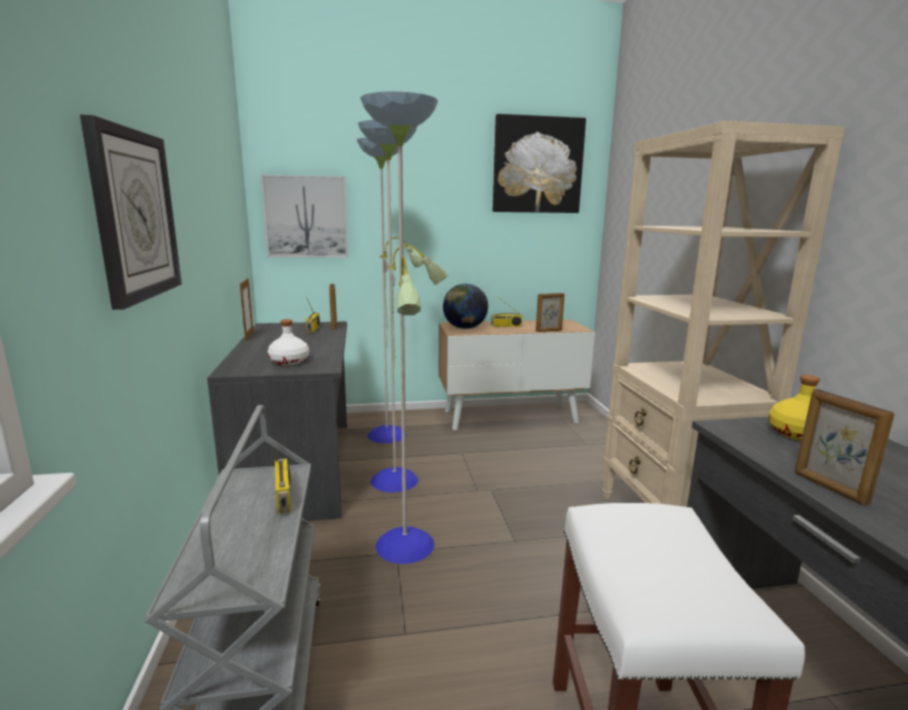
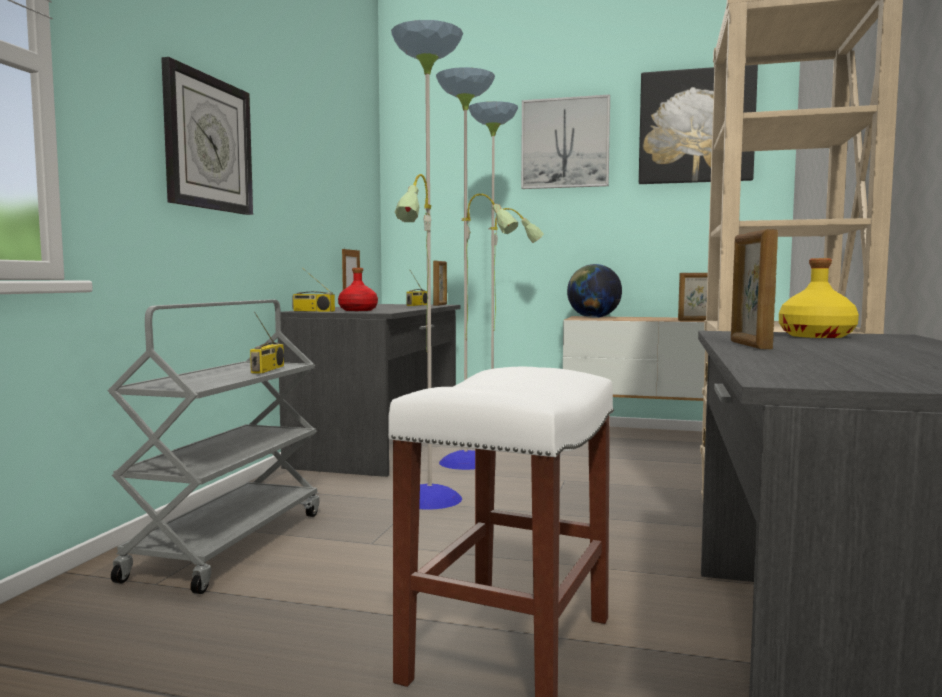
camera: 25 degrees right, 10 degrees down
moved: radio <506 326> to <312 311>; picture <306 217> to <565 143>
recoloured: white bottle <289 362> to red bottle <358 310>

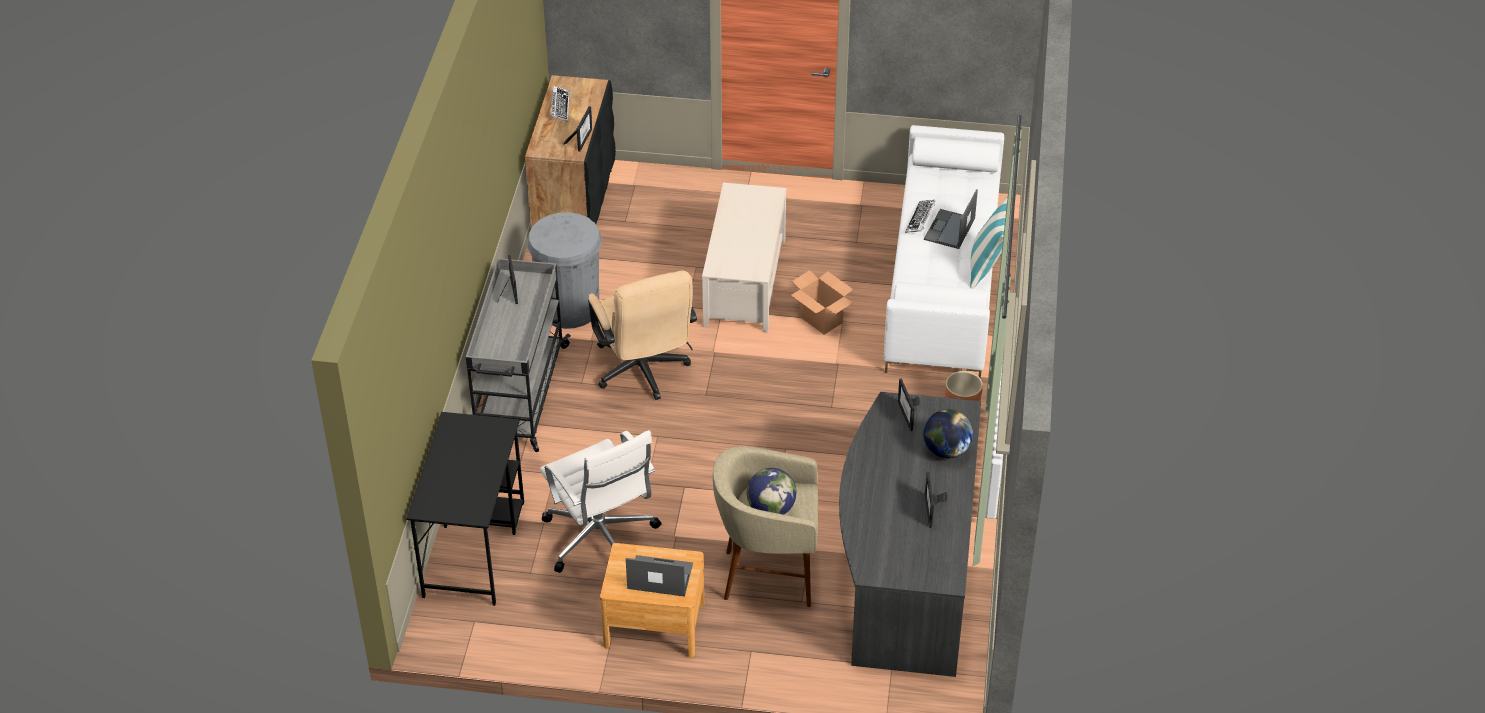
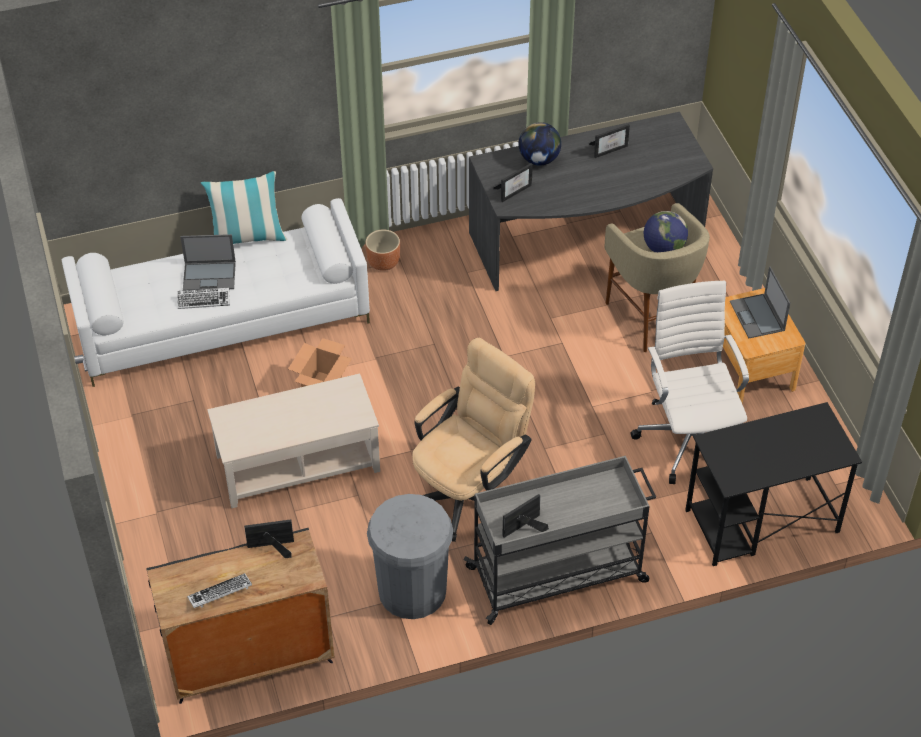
camera: 115 degrees left, 5 degrees up
turned: white office chair <601 540> = <689 437> 45 degrees counterclockwise

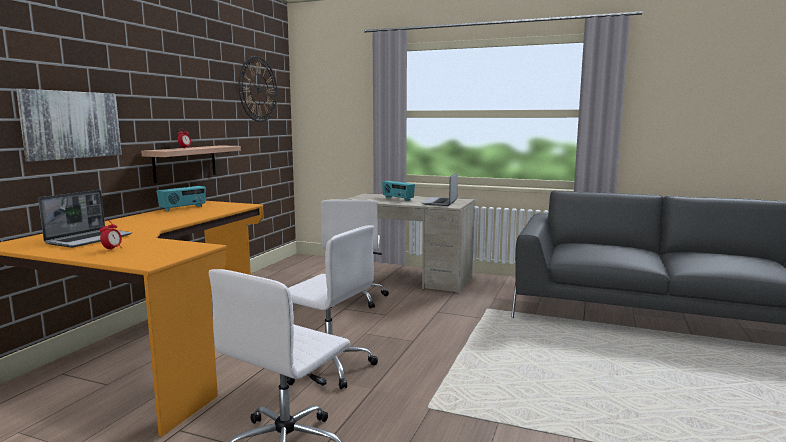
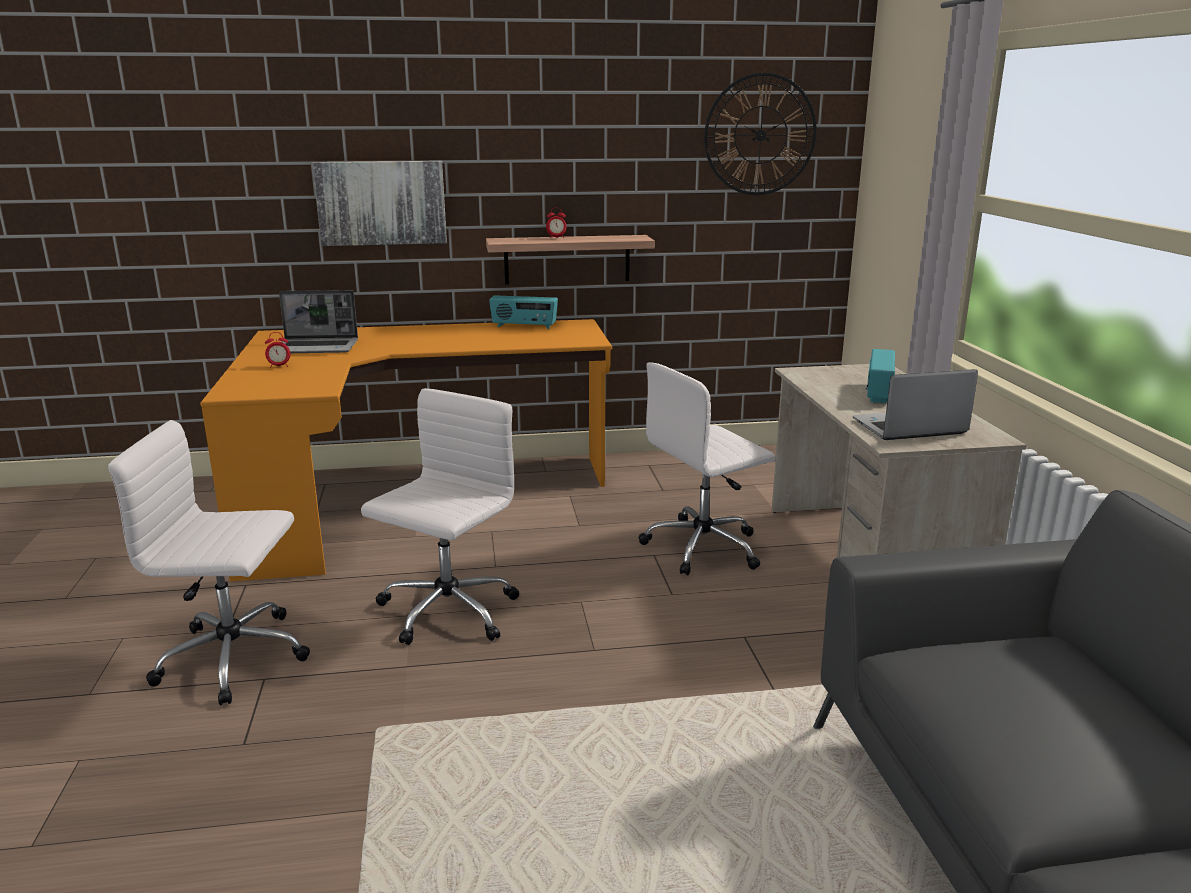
camera: 60 degrees right, 10 degrees up
turned: white office chair <328 367> = <446 612> 150 degrees counterclockwise

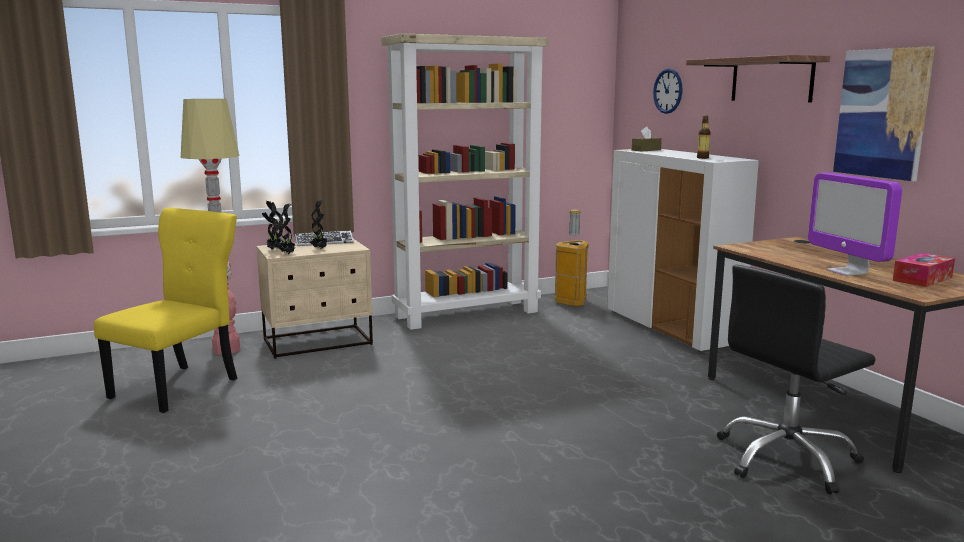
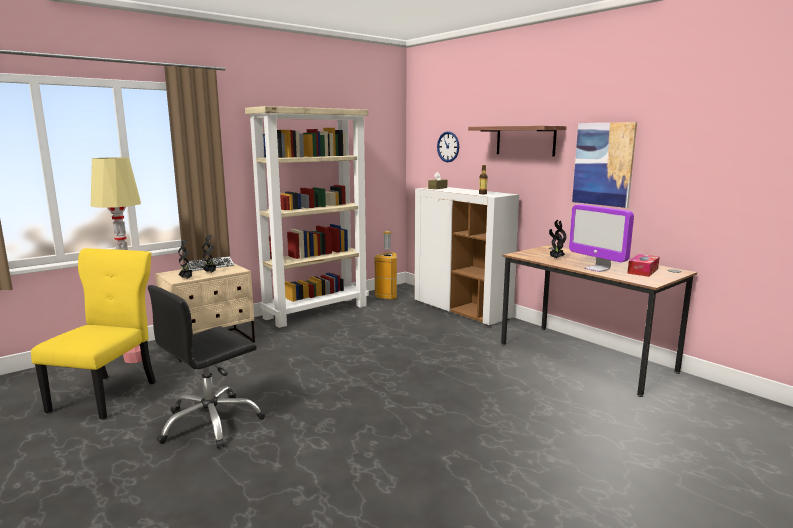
camera: 15 degrees left, 0 degrees up
moved: black office chair <787 459> to <211 423>; potted plant <274 249> to <556 258>

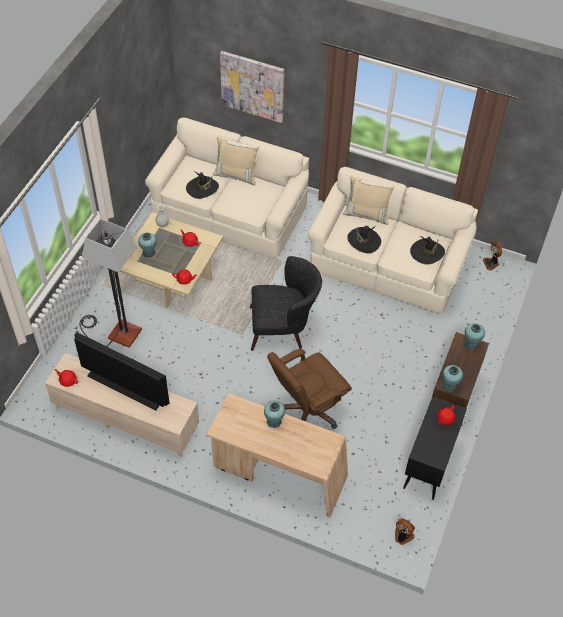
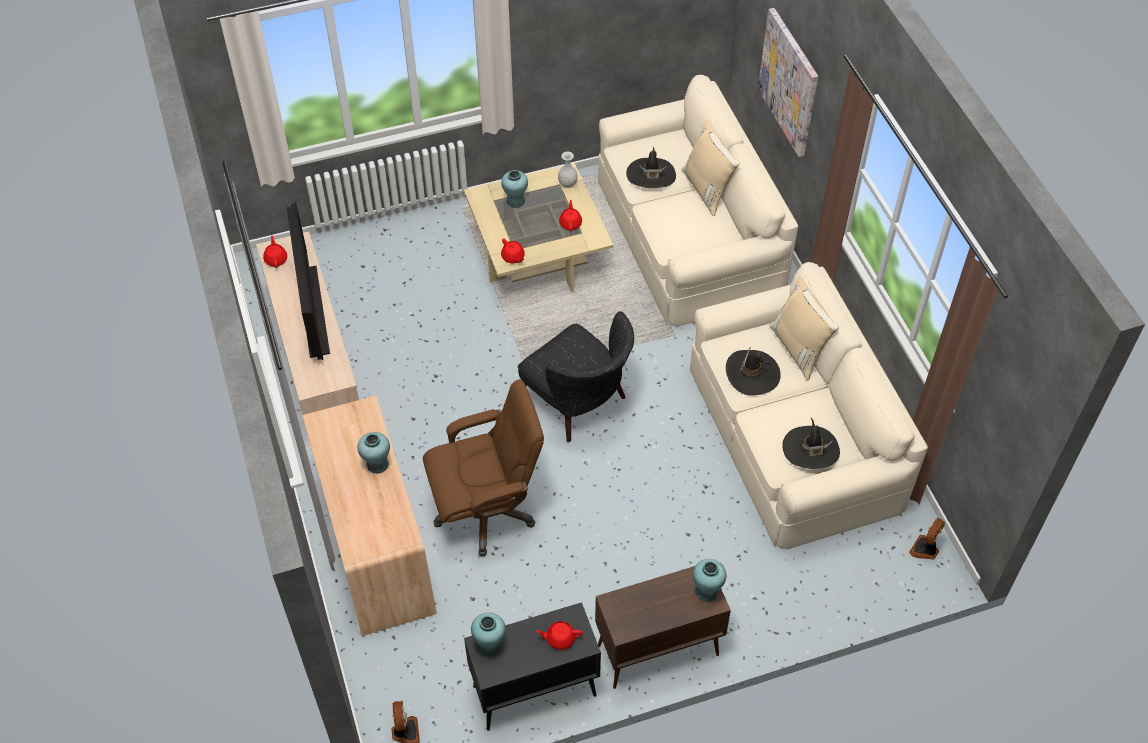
camera: 50 degrees right, 0 degrees up
removed: floor lamp <115 333>
moved: turquoise vase <449 386> to <489 645>
turned: brown office chair <307 411> = <486 511> 150 degrees clockwise

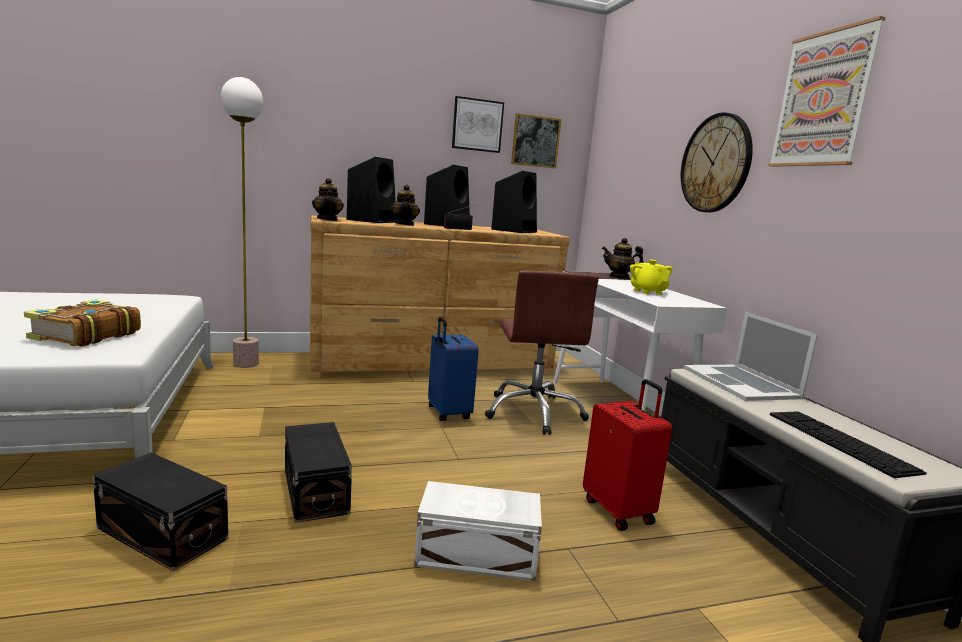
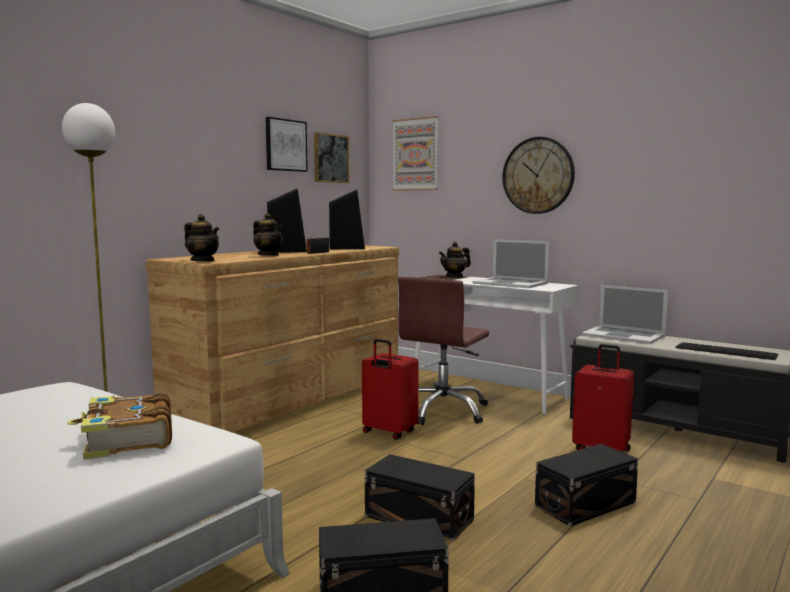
camera: 35 degrees left, 5 degrees down
removed: black speaker <372 221>
moved: picture <823 99> to <415 154>
replaced: yellow teapot <647 291> to laptop <510 283>
recoloured: blue suitcase <447 413> to red suitcase <388 432>; white storage box <478 555> to black storage box <587 504>
turned: brown office chair <534 412> = <443 411> 75 degrees clockwise

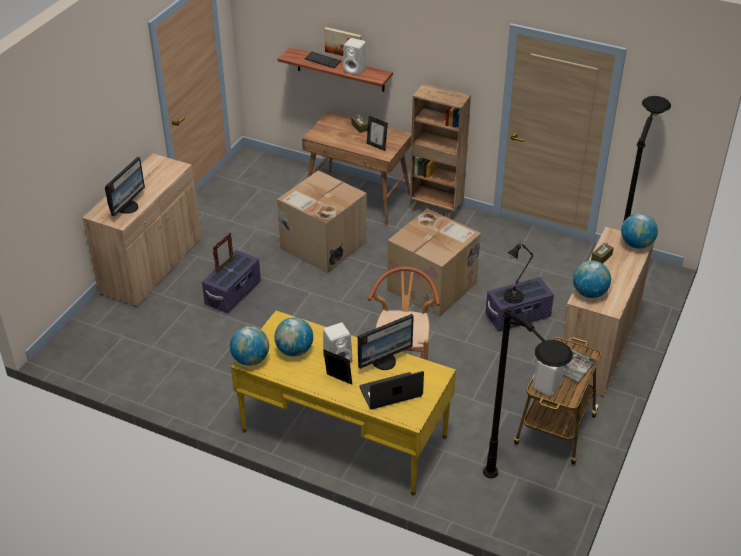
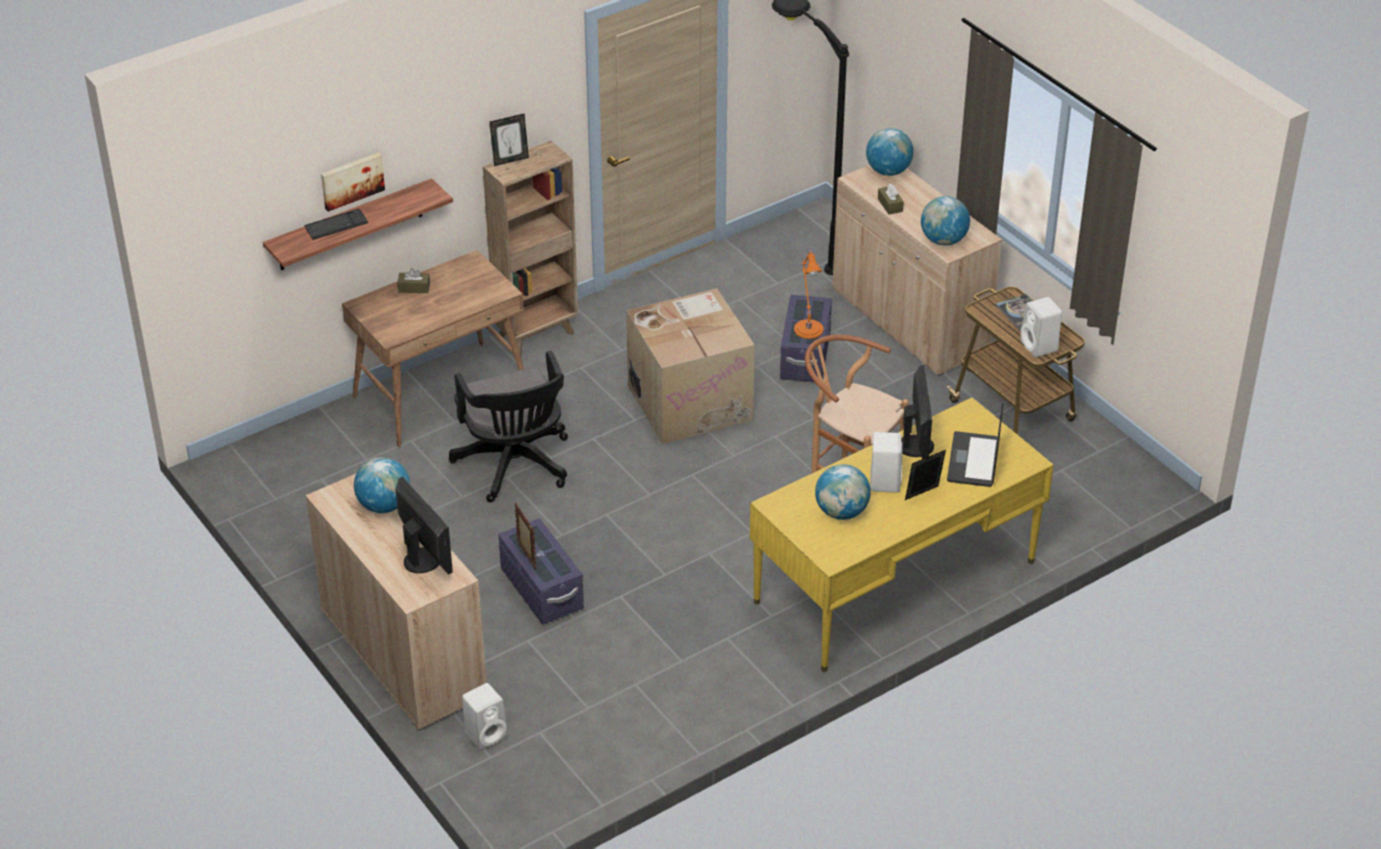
camera: 60 degrees left, 0 degrees up
removed: black floor lamp <517 507>
moved: globe <251 359> to <384 505>; white speaker <355 70> to <486 734>; picture frame <376 146> to <510 160>
replaced: cardboard box <322 245> to black office chair <515 467>
recoloured: black table lamp <515 295> to orange table lamp <808 328>

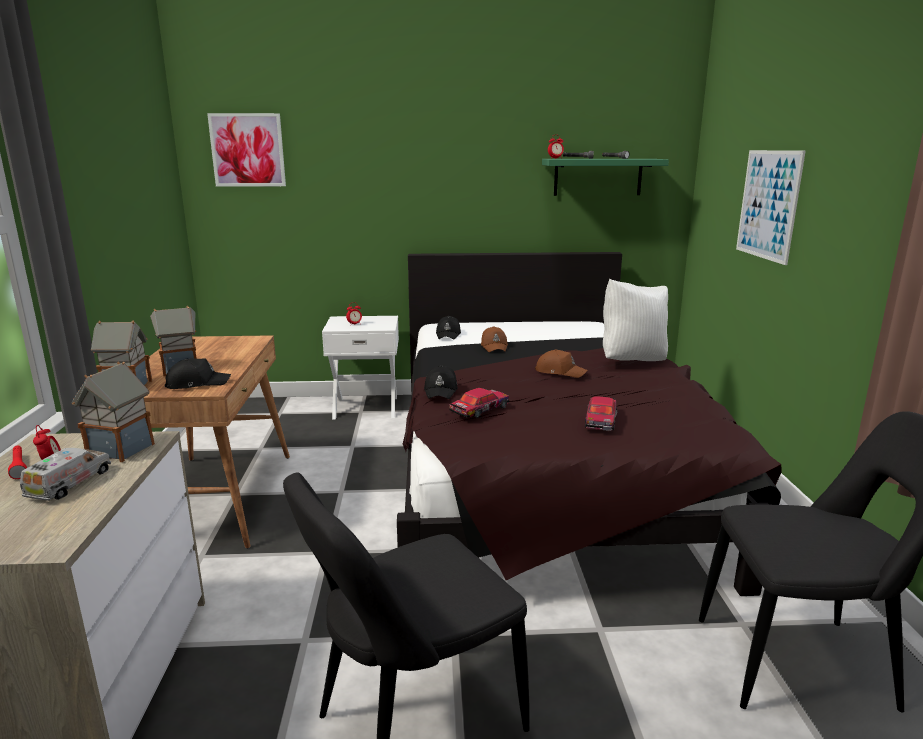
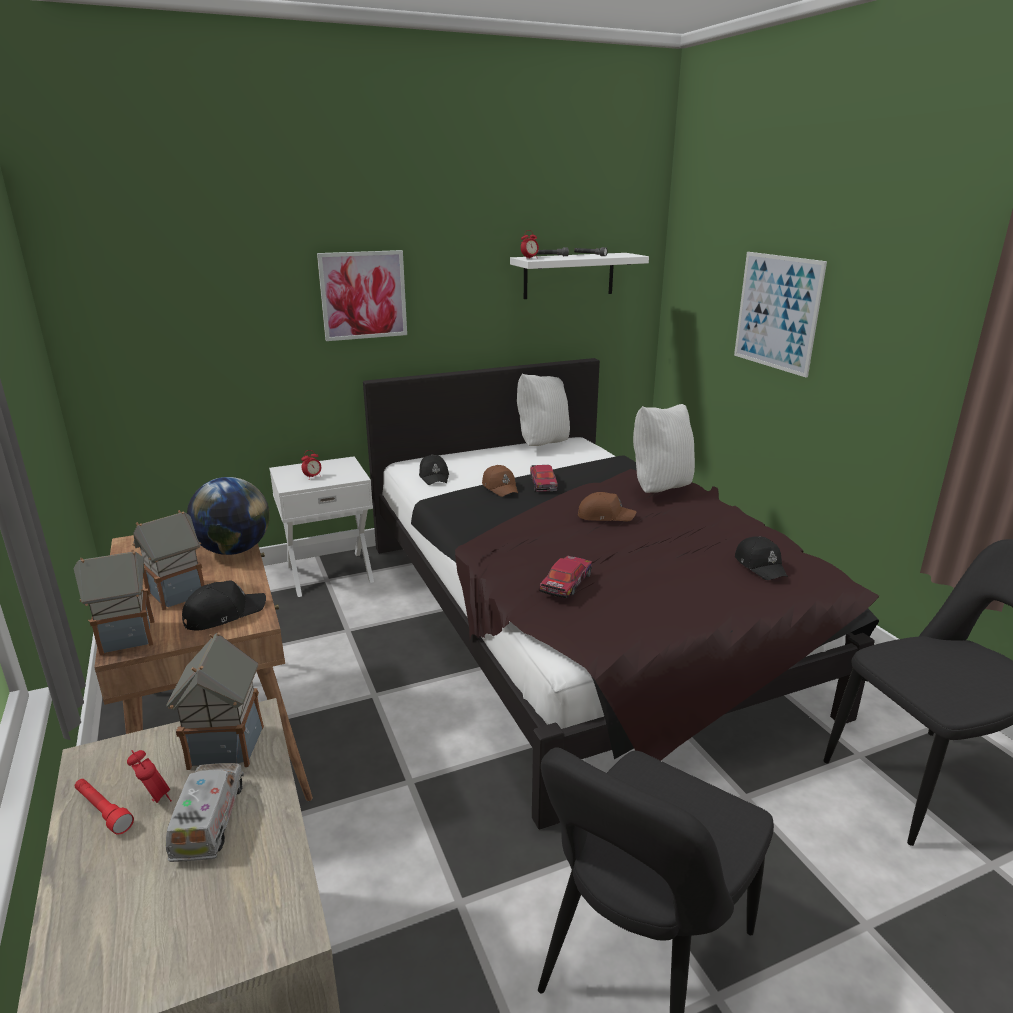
camera: 20 degrees left, 5 degrees up
added: globe <234 550>; white pillow <542 444>
moved: picture <247 150> to <363 295>; toy car <601 420> to <543 483>; black cap <441 390> to <760 565>
recoloured: green shelf <598 177> to white shelf <569 275>

